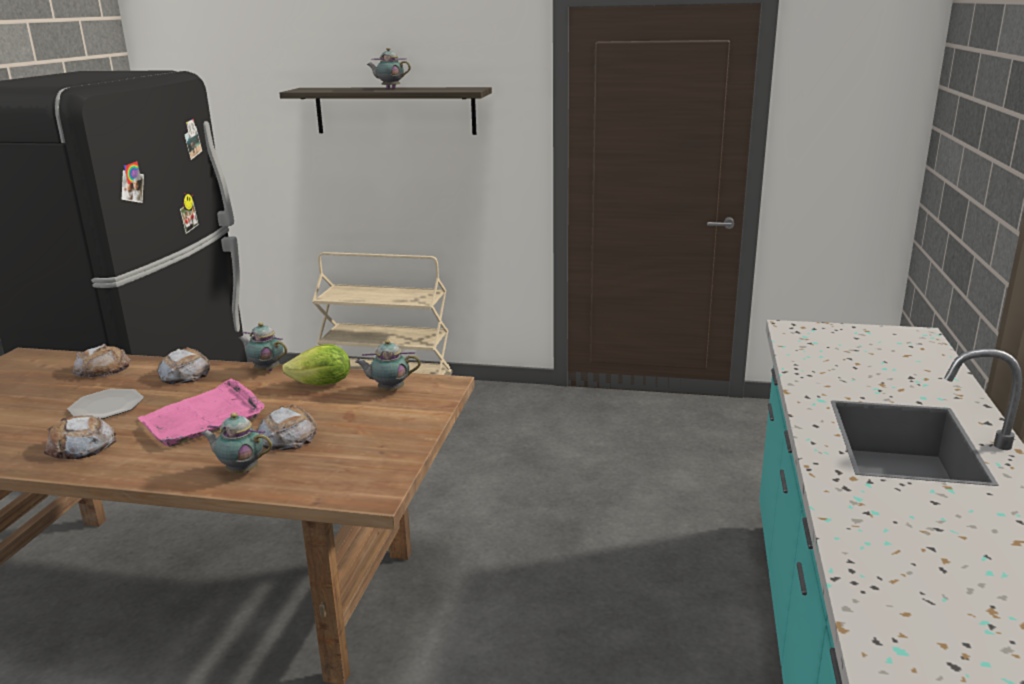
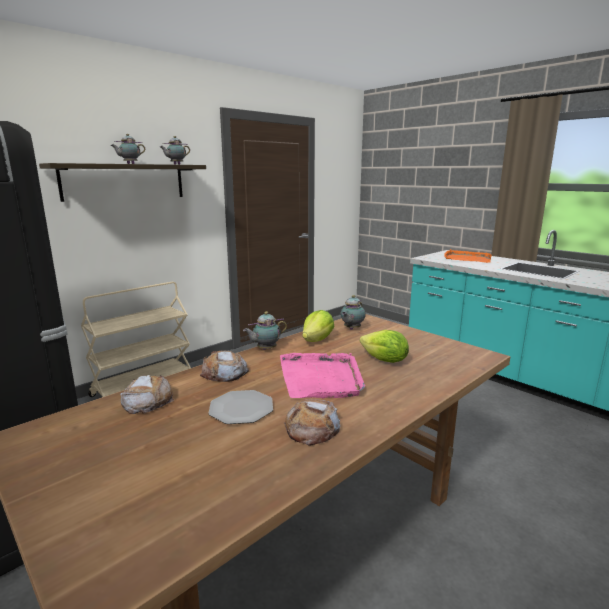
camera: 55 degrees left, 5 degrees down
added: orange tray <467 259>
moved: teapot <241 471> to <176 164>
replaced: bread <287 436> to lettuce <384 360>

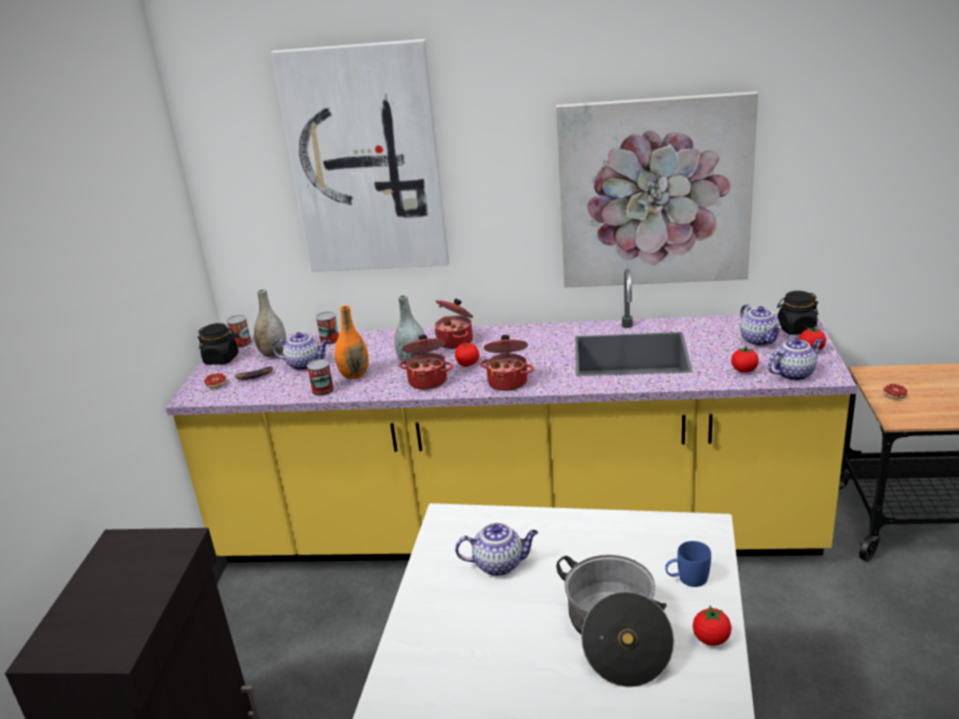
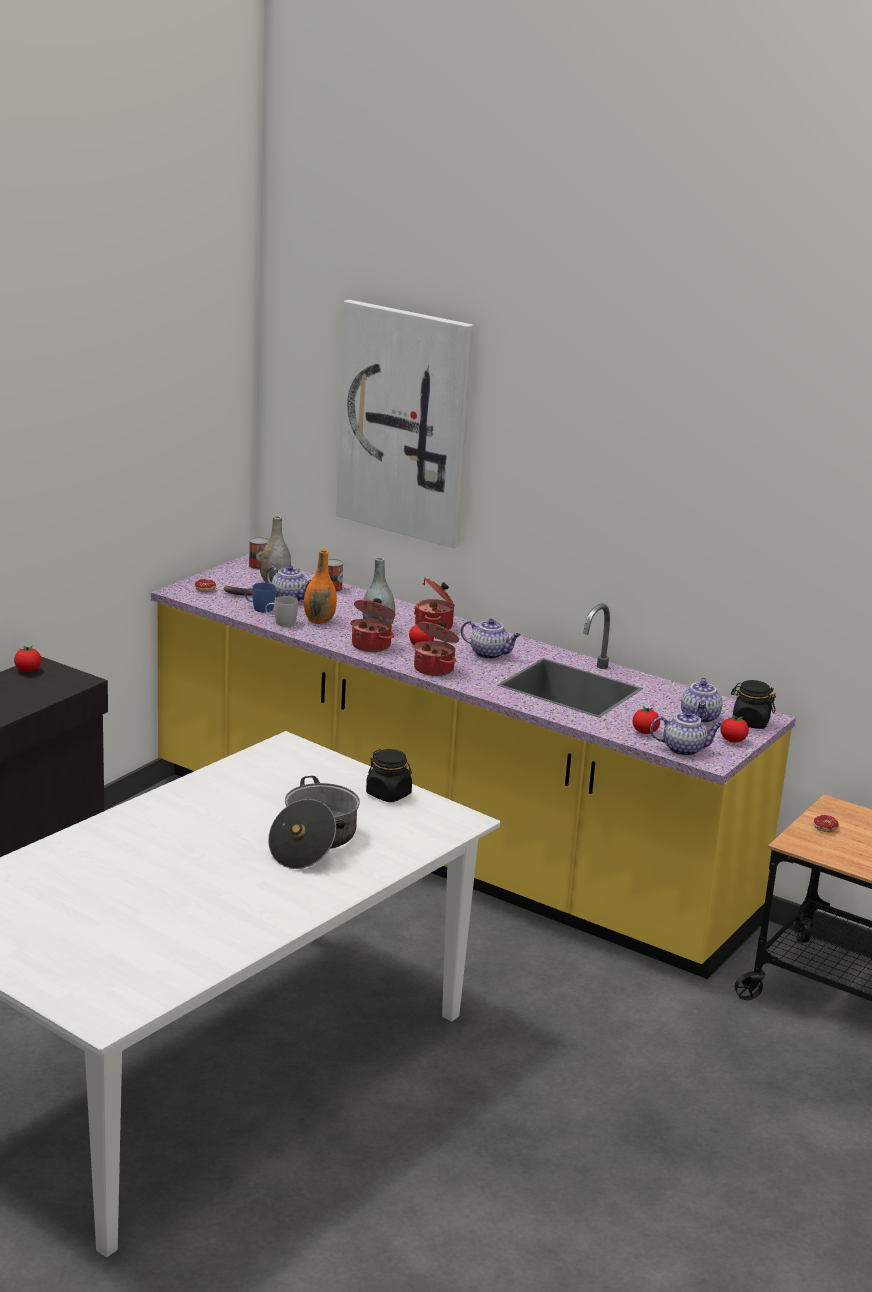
camera: 25 degrees right, 5 degrees down
removed: picture <654 193>
moved: tomato <711 639> to <28 670>; blue mug <687 579> to <259 608>; black jar <221 359> to <389 794>; teapot <500 564> to <490 654>
replaced: can <323 390> to white mug <281 622>

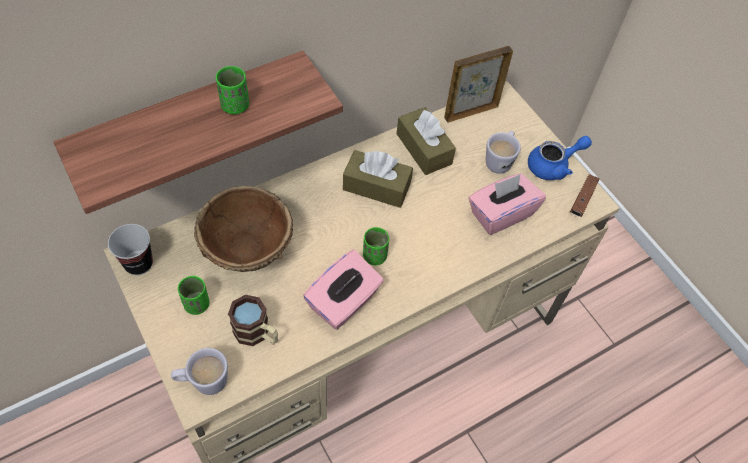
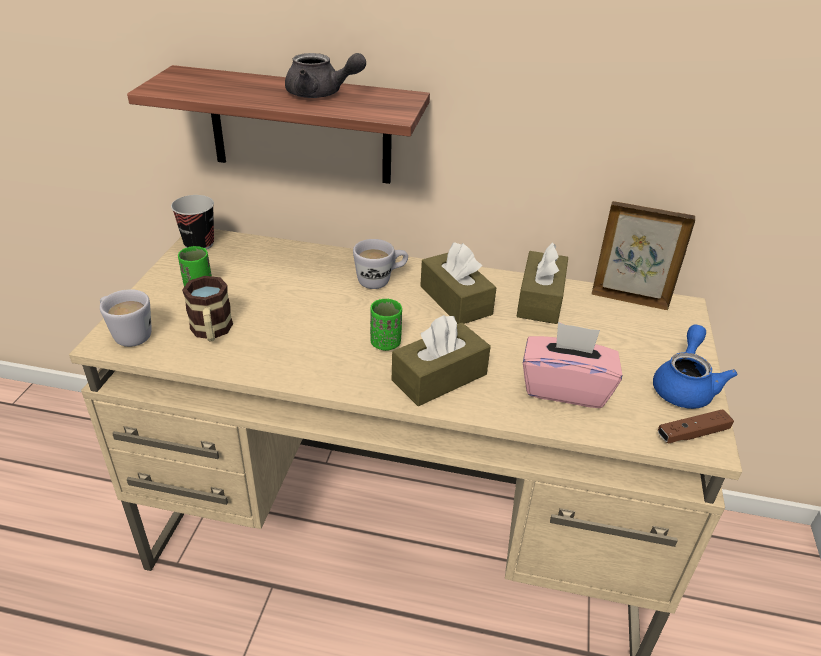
camera: 45 degrees right, 20 degrees down
removed: brown bowl <249 252>; pink tissue box <344 302>
added: brown tissue box <439 377>
moved: white mug <500 160> to <381 281>
replaced: green cup <235 105> to grey teapot <321 94>
turned: blue teapot <553 166> = <684 386> 90 degrees counterclockwise

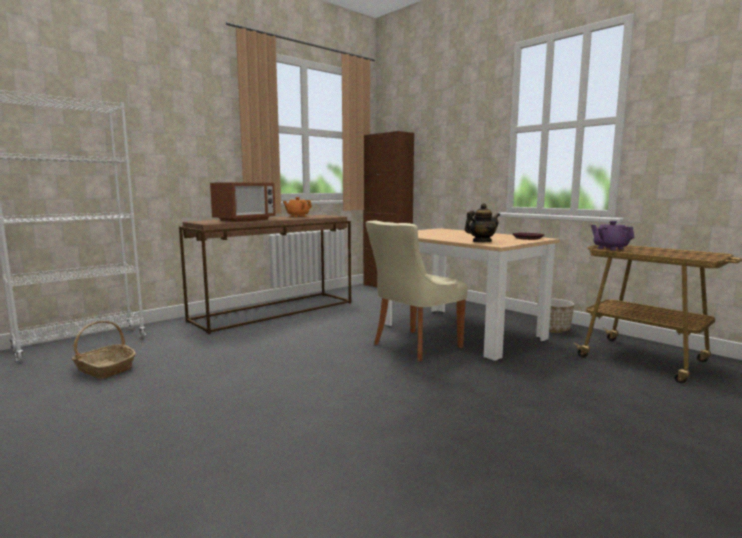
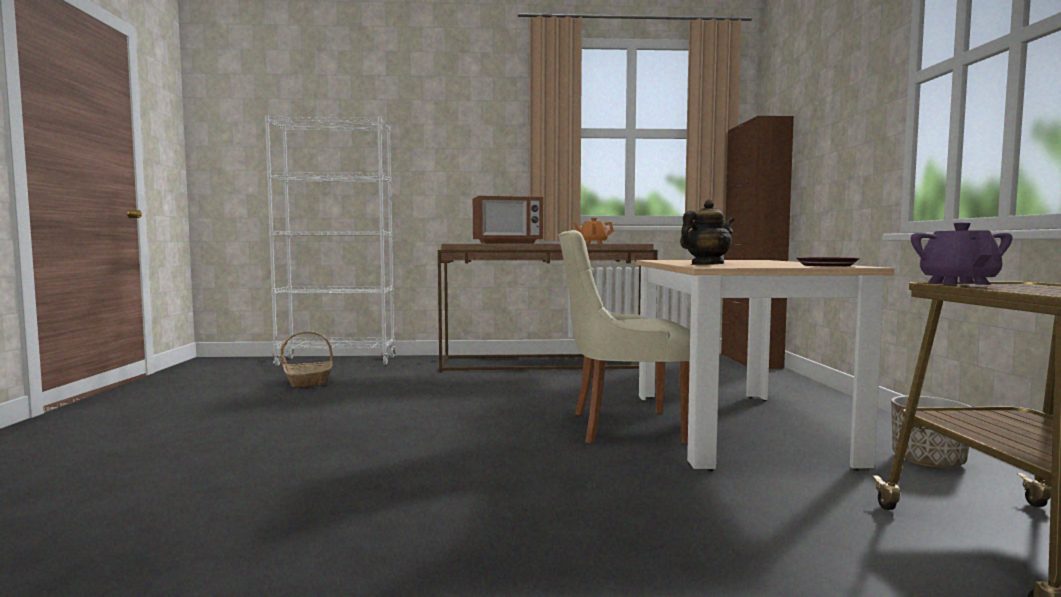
camera: 40 degrees right, 5 degrees down
turned: teapot <481 242> = <706 265> 45 degrees counterclockwise

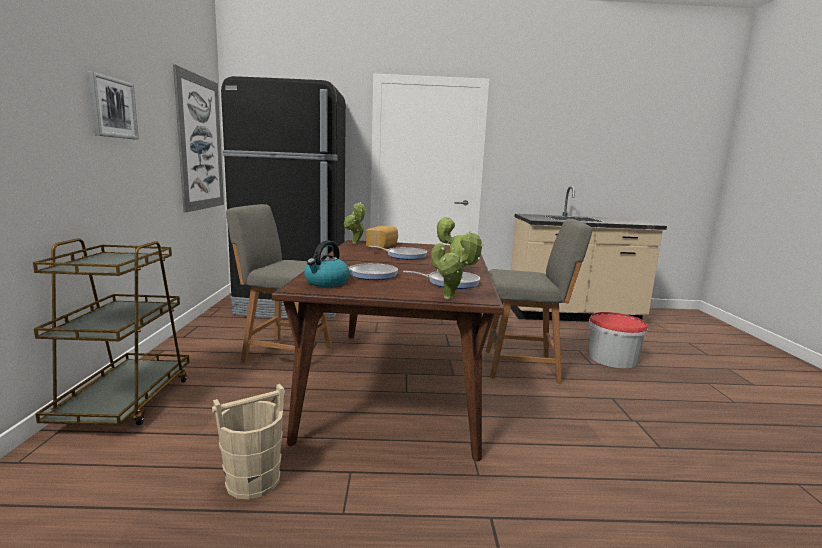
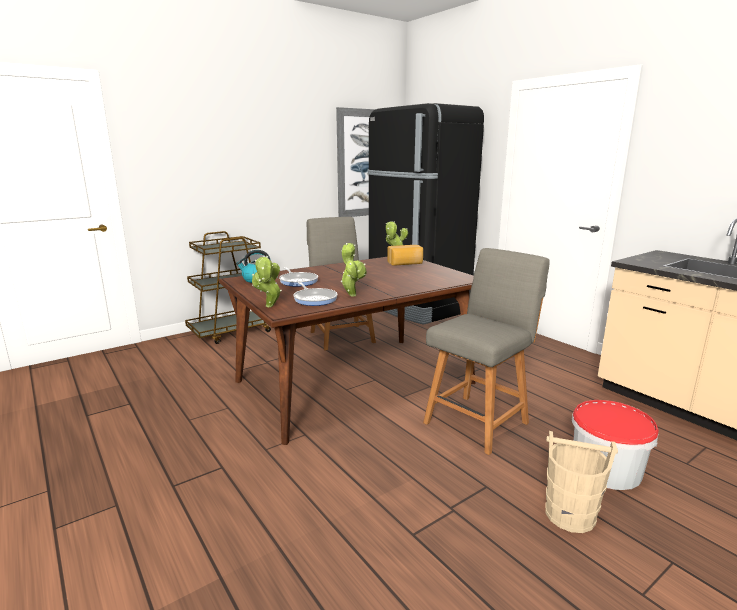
camera: 55 degrees right, 5 degrees up
removed: picture <113 108>; frying pan <404 256>
moved: beige bucket <252 481> to <569 515>
turned: grey chair <524 366> = <478 421> 105 degrees counterclockwise

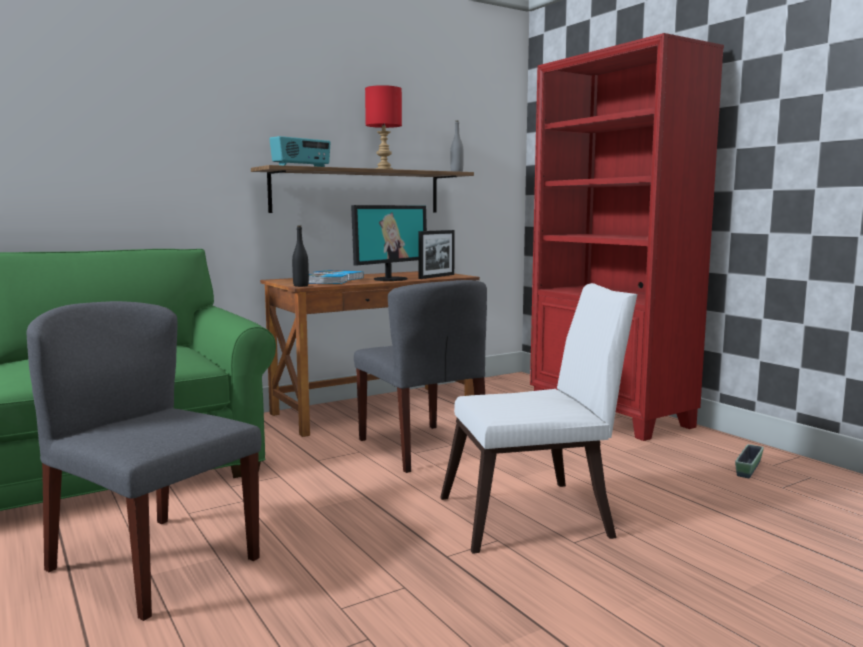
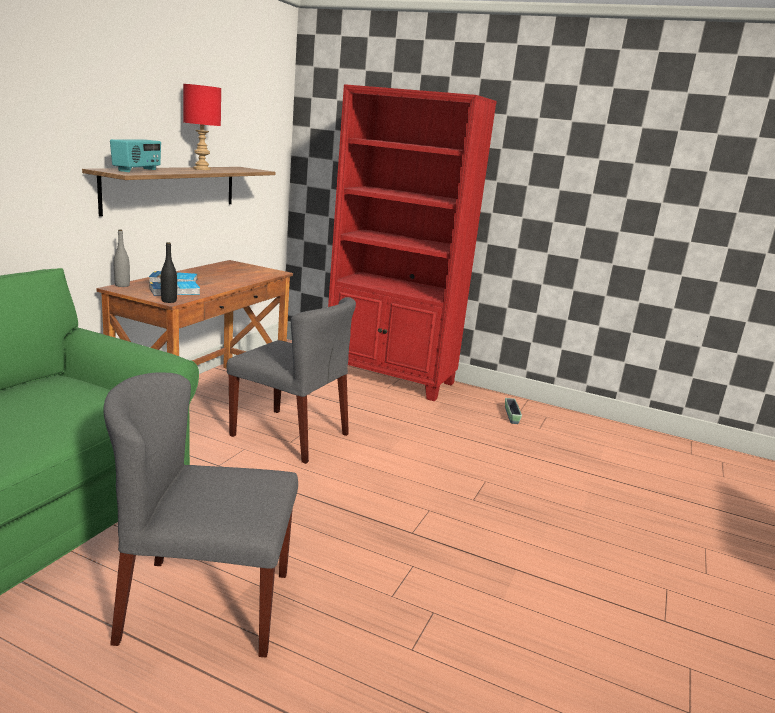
camera: 35 degrees left, 10 degrees up
removed: monitor <390 279>; picture frame <436 276>; white chair <535 517>
moved: grey bottle <456 172> to <122 285>

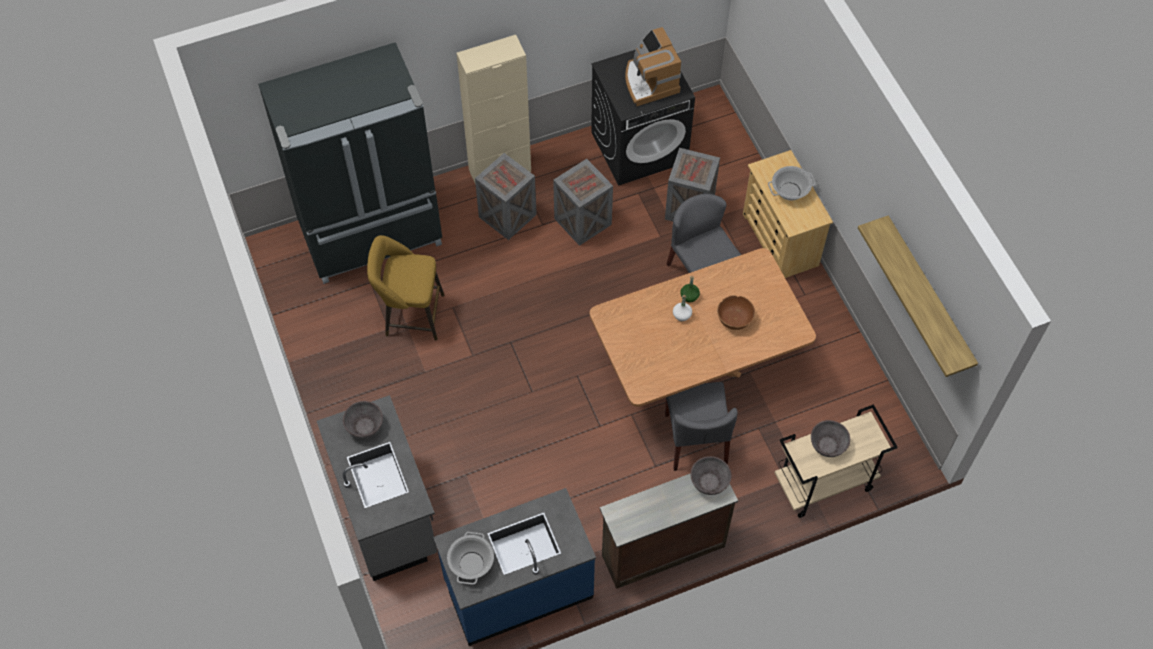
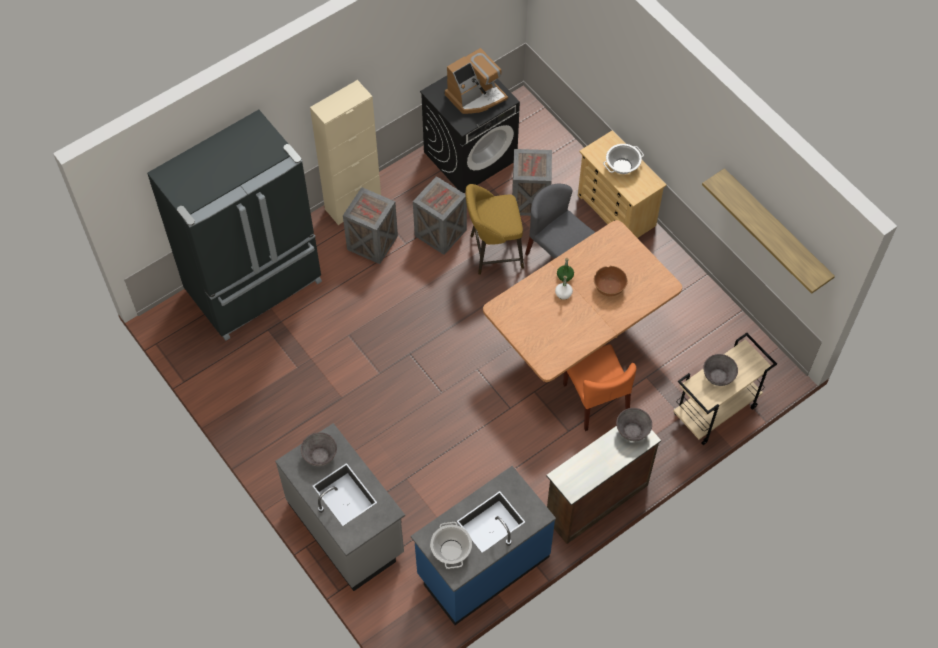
camera: 15 degrees left, 0 degrees up
moved: yellow stool <410 315> to <493 252>
recoloured: grey chair <695 439> to orange chair <596 400>
turned: coffee machine <649 81> = <476 96> 90 degrees counterclockwise

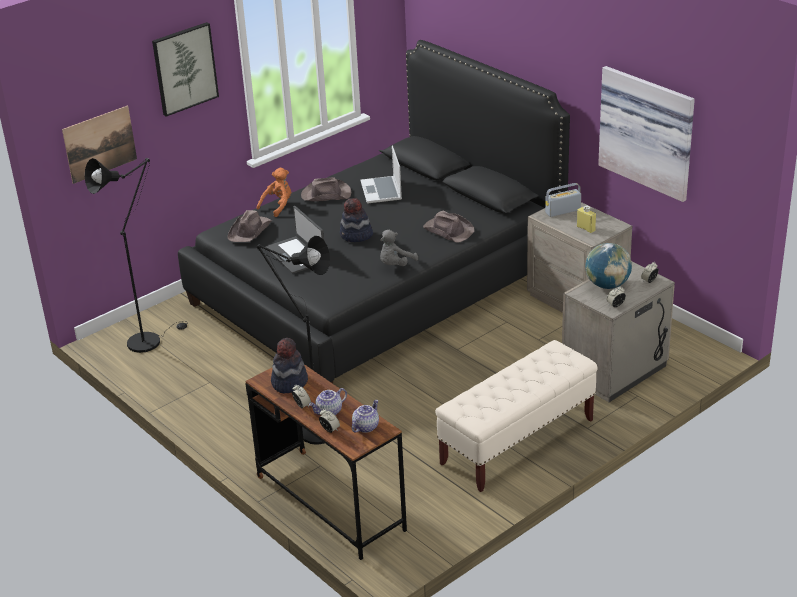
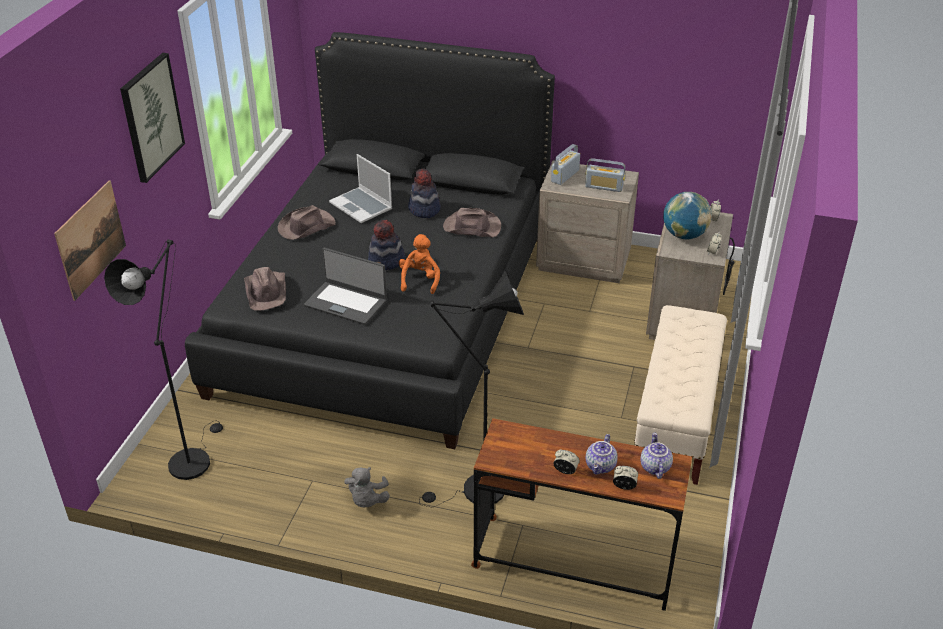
camera: 35 degrees left, 5 degrees up
removed: picture <648 131>
moved: grey plush toy <395 265> to <367 500>; orange plush toy <278 206> to <420 280>; hat <289 382> to <424 209>
replaced: yellow bottle <586 228> to radio <604 187>

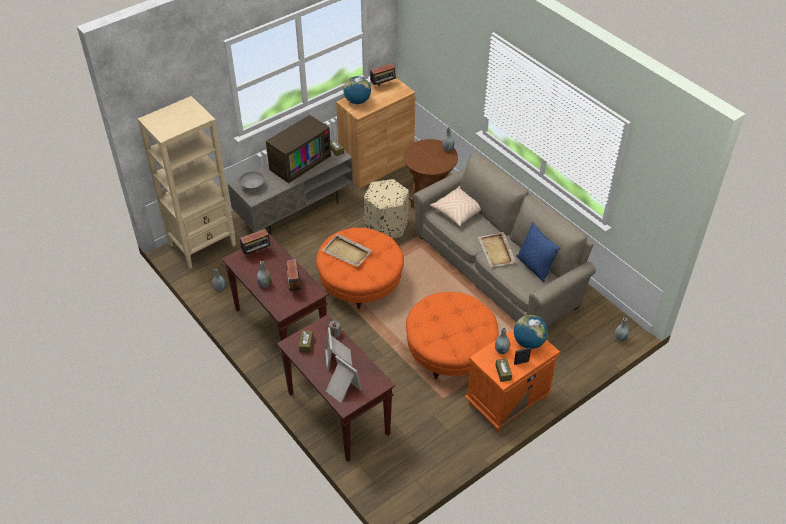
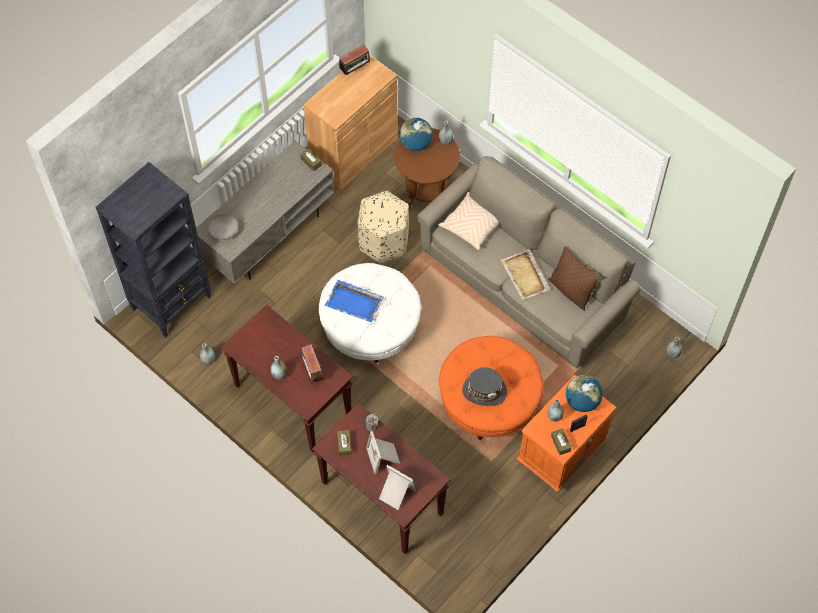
camera: 10 degrees left, 15 degrees up
removed: radio <257 253>; television <299 161>
added: grey hat <484 391>
moved: globe <357 101> to <416 144>
recoloured: beige bookcase <203 245> to black bookcase <172 302>; orange ottoman <361 283> to white ottoman <370 326>; beige tray <347 252> to blue tray <354 302>; blue pillow <534 267> to brown pillow <570 291>

